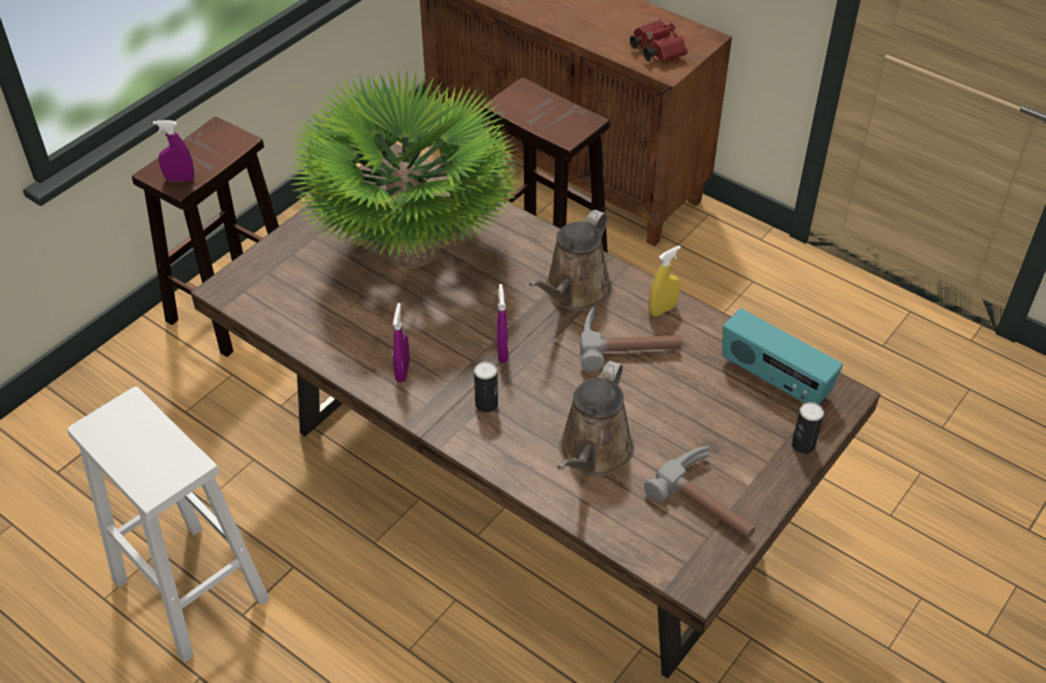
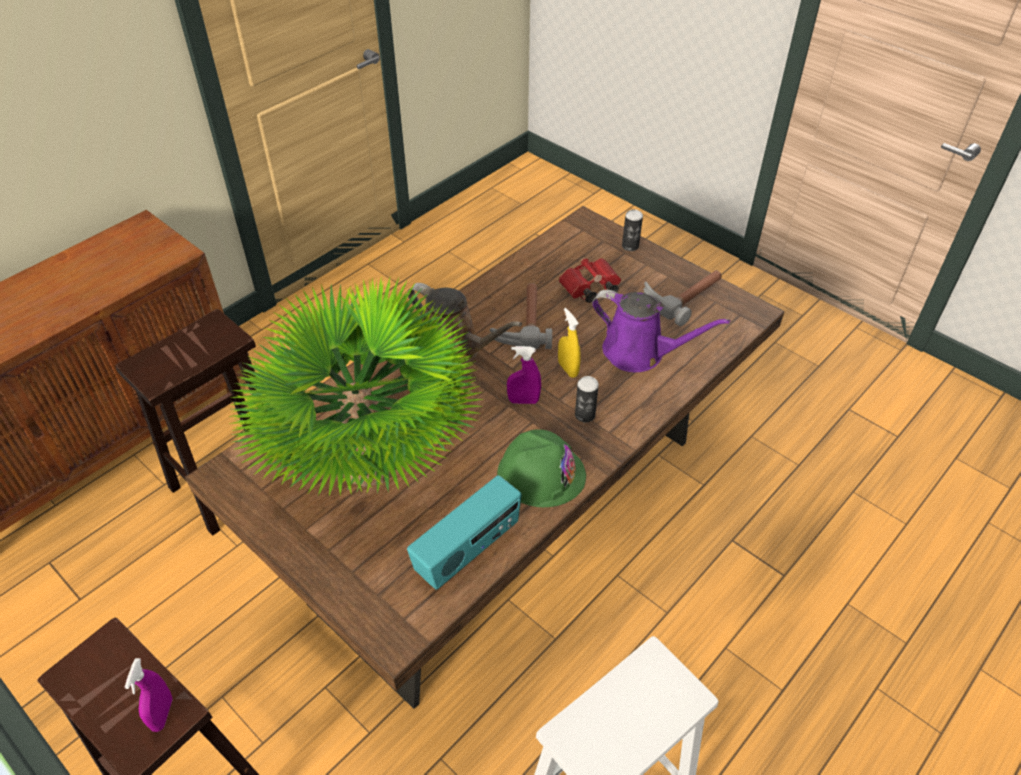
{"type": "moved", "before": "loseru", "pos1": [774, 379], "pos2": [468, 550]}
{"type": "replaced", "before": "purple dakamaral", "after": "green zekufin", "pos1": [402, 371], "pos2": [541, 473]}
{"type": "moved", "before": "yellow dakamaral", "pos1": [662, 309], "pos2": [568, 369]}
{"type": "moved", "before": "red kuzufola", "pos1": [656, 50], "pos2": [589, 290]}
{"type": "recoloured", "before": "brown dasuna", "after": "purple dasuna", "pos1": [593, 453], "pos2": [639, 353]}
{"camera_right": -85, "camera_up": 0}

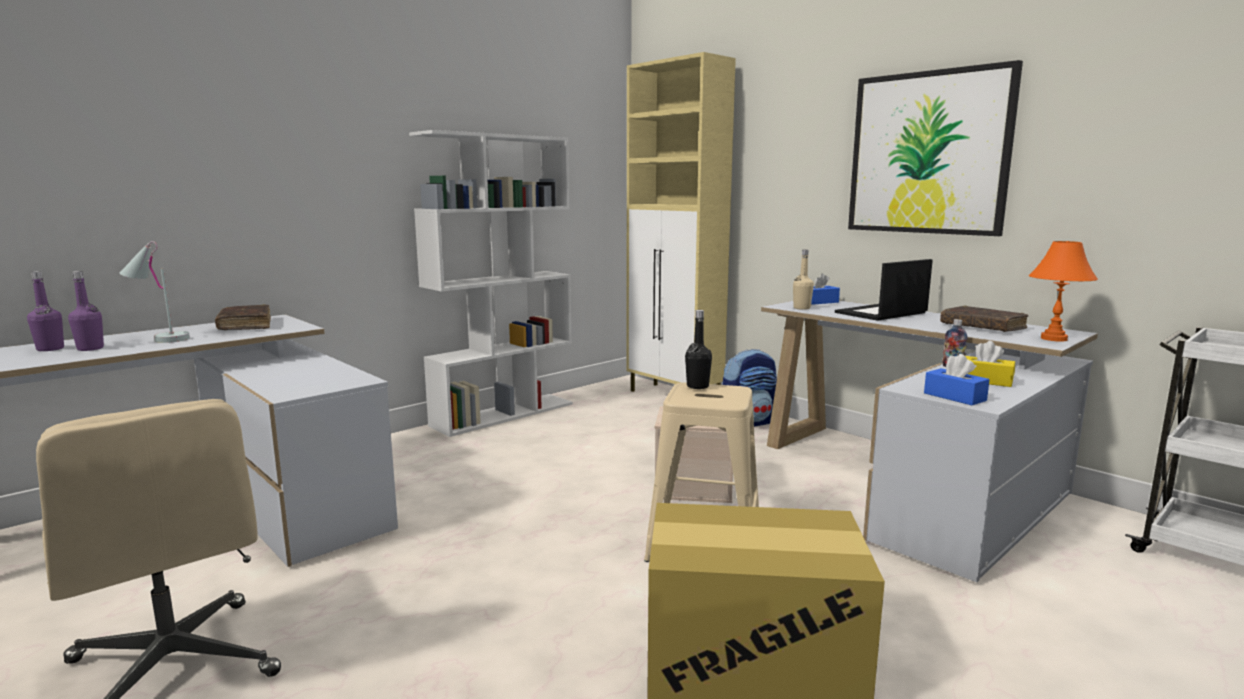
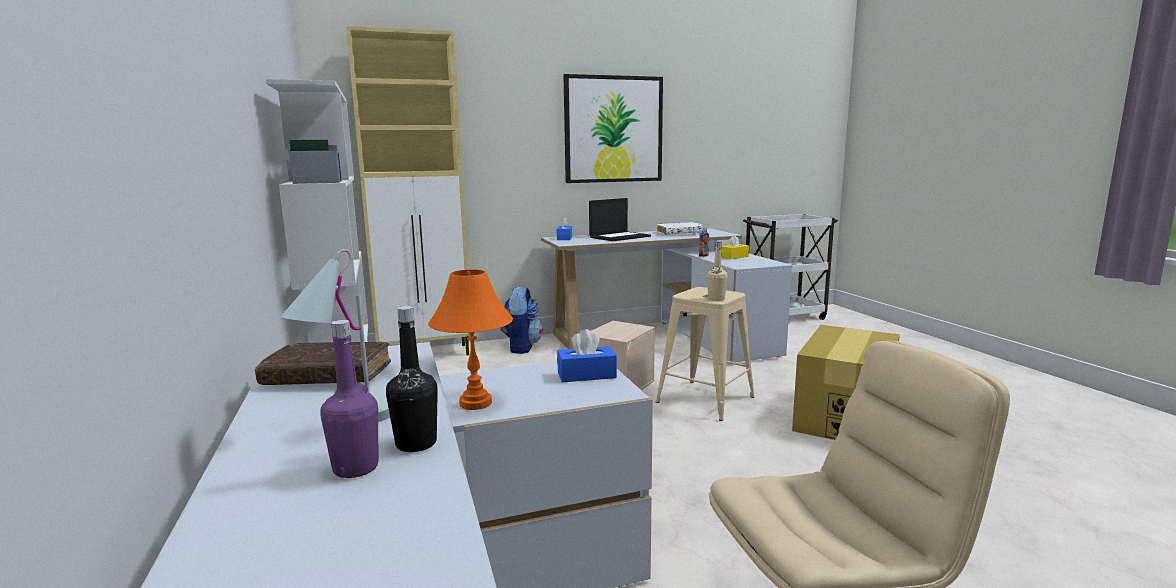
{"type": "moved", "before": "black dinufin", "pos1": [697, 386], "pos2": [416, 444]}
{"type": "moved", "before": "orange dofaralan", "pos1": [1054, 339], "pos2": [476, 403]}
{"type": "moved", "before": "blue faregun", "pos1": [954, 397], "pos2": [586, 375]}
{"type": "turned", "before": "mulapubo", "pos1": [881, 313], "pos2": [620, 237], "turn": -120}
{"type": "recoloured", "before": "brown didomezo", "after": "white didomezo", "pos1": [982, 327], "pos2": [679, 233]}
{"type": "moved", "before": "beige dinufin", "pos1": [801, 308], "pos2": [716, 299]}
{"type": "removed", "before": "purple dinufin", "pos1": [50, 349]}
{"camera_right": -65, "camera_up": 0}

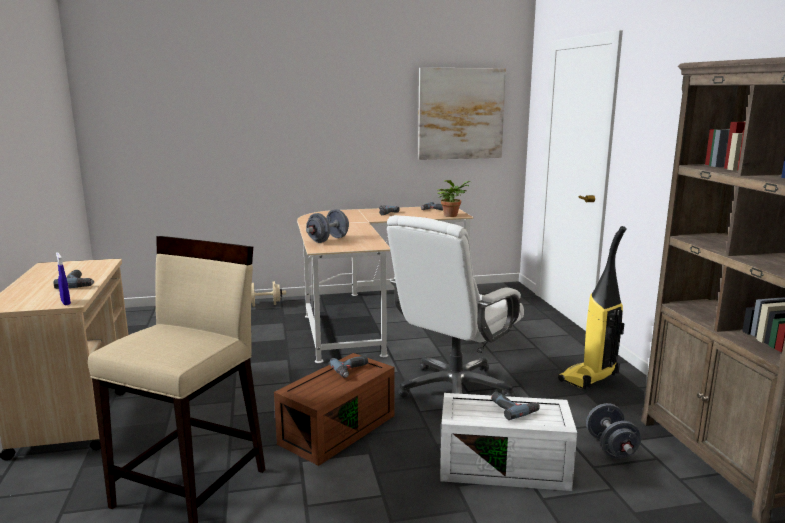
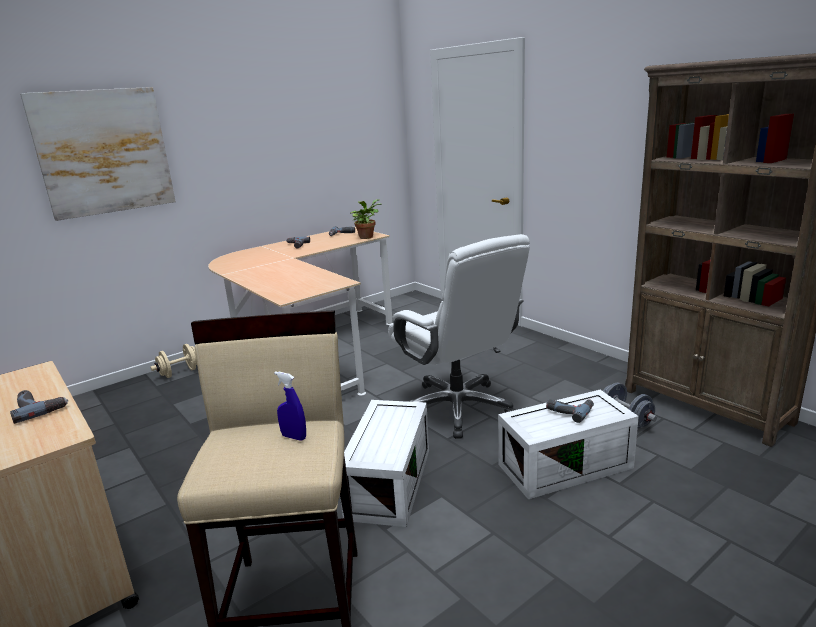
{"type": "moved", "before": "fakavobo", "pos1": [460, 114], "pos2": [104, 152]}
{"type": "moved", "before": "blue dakamaral", "pos1": [66, 303], "pos2": [294, 437]}
{"type": "recoloured", "before": "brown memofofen", "after": "white memofofen", "pos1": [337, 428], "pos2": [388, 481]}
{"type": "turned", "before": "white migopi", "pos1": [454, 389], "pos2": [458, 408], "turn": -45}
{"type": "removed", "before": "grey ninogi", "pos1": [328, 240]}
{"type": "removed", "before": "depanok", "pos1": [352, 370]}
{"type": "removed", "before": "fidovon", "pos1": [589, 378]}
{"camera_right": -25, "camera_up": 5}

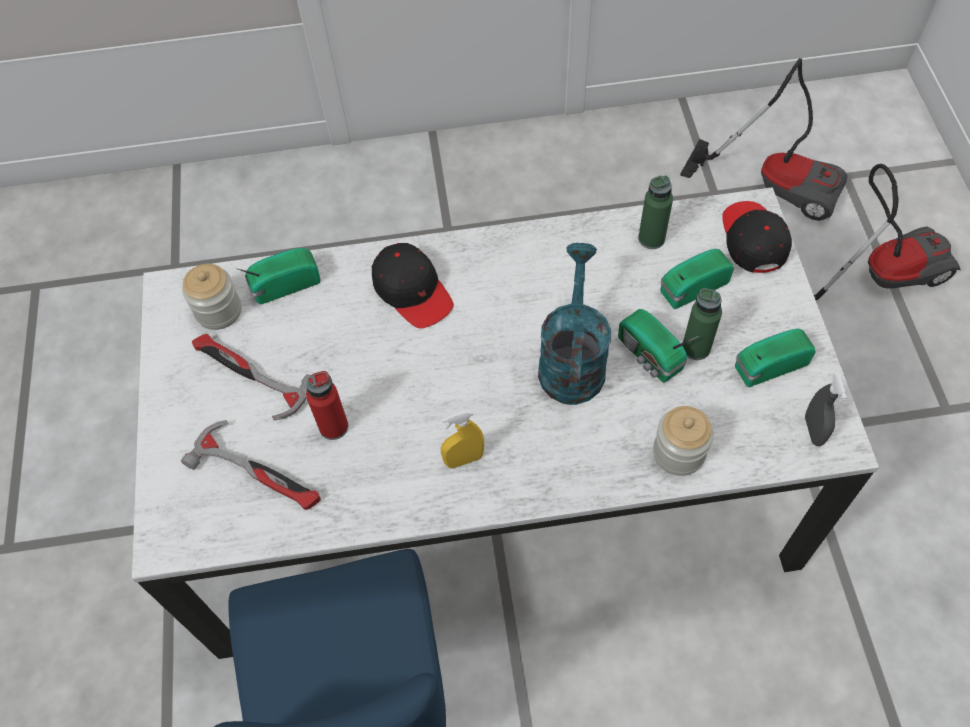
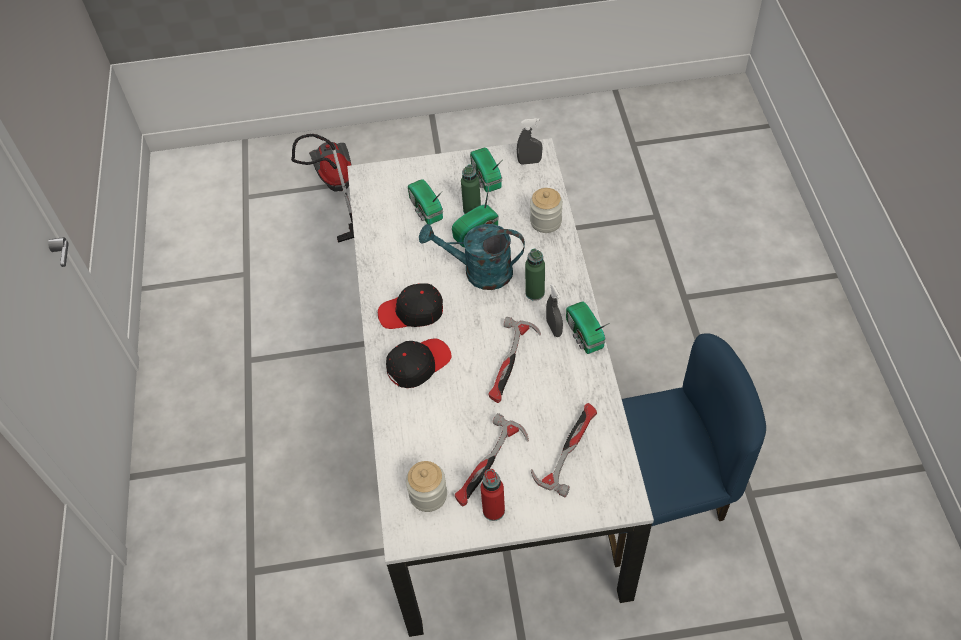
{"type": "moved", "before": "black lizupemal", "pos1": [752, 240], "pos2": [411, 312]}
{"type": "moved", "before": "red dinufin", "pos1": [333, 427], "pos2": [493, 510]}
{"type": "added", "after": "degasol", "pos2": [511, 363]}
{"type": "moved", "before": "green dinufin", "pos1": [651, 239], "pos2": [535, 293]}
{"type": "recoloured", "before": "yellow dakamaral", "after": "grey dakamaral", "pos1": [464, 459], "pos2": [554, 328]}
{"type": "moved", "before": "loseru", "pos1": [283, 284], "pos2": [584, 335]}
{"type": "removed", "before": "fidovon", "pos1": [777, 183]}
{"camera_right": -90, "camera_up": -5}

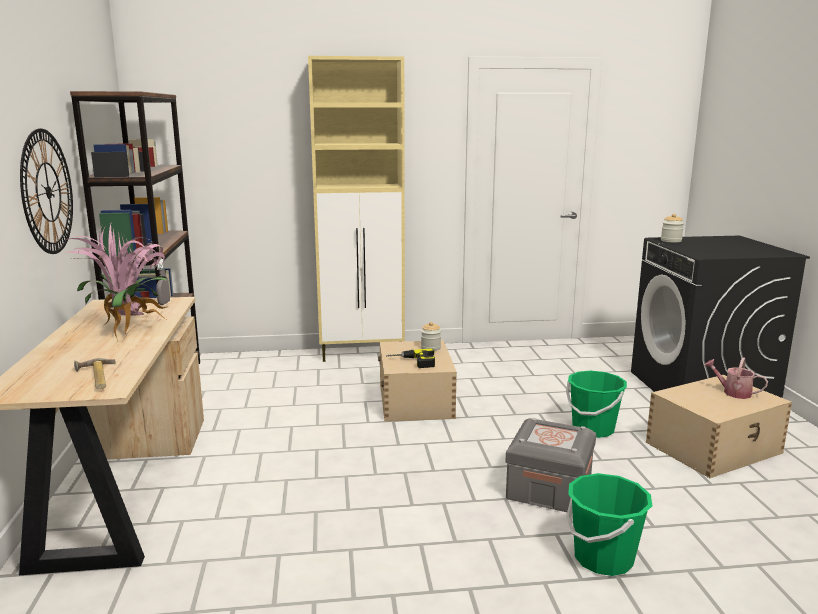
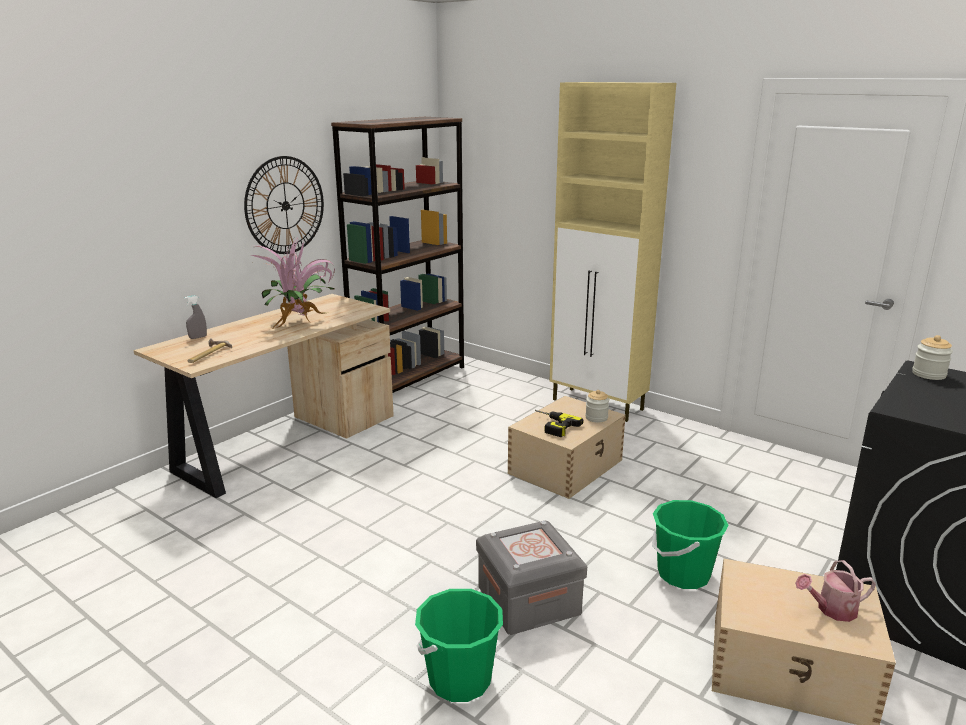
{"type": "moved", "before": "grey dakamaral", "pos1": [164, 303], "pos2": [198, 337]}
{"type": "turned", "before": "dasuna", "pos1": [733, 392], "pos2": [831, 609], "turn": -90}
{"camera_right": 45, "camera_up": 5}

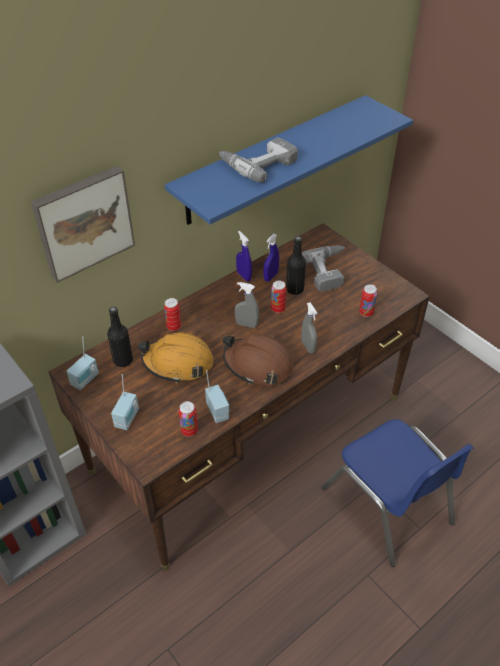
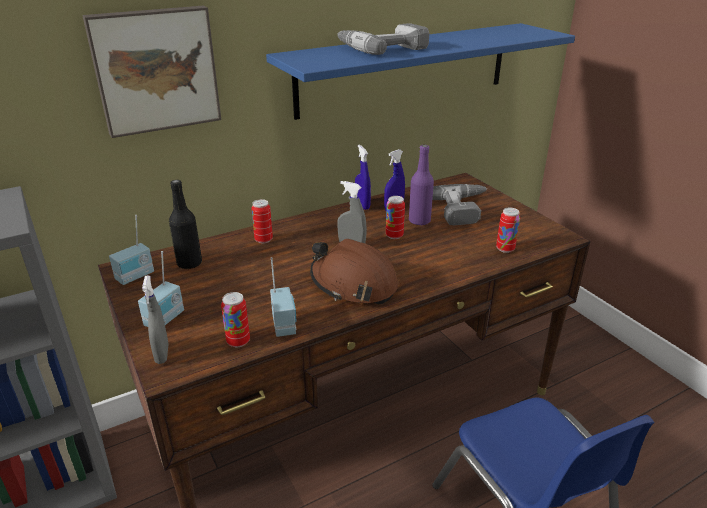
{"type": "moved", "before": "grey dakamaral", "pos1": [308, 347], "pos2": [162, 354]}
{"type": "recoloured", "before": "black dinufin", "after": "purple dinufin", "pos1": [294, 289], "pos2": [419, 221]}
{"type": "removed", "before": "orange zekufin", "pos1": [178, 363]}
{"camera_right": 10, "camera_up": -15}

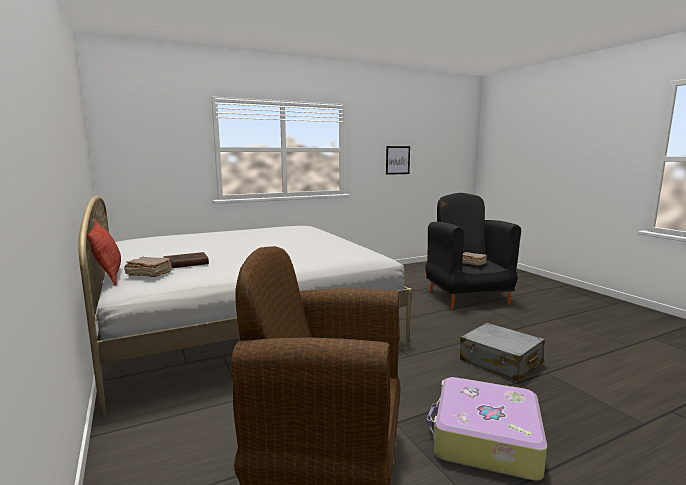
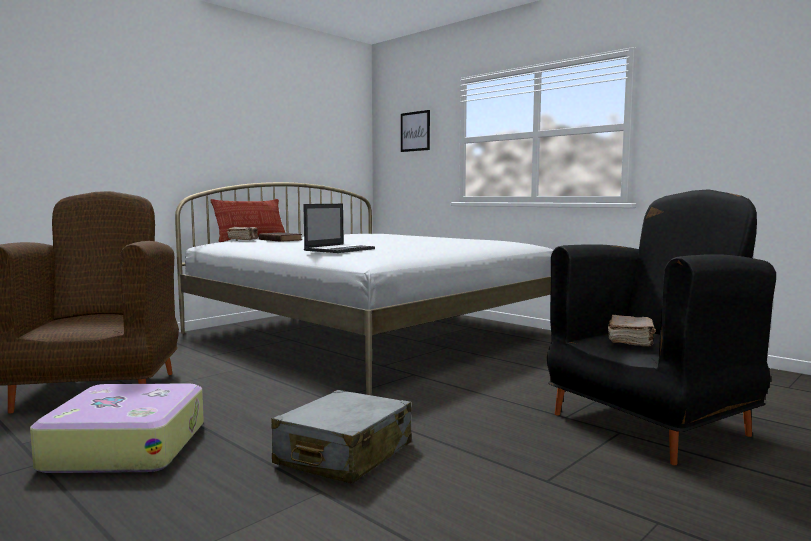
{"type": "added", "after": "mulapubo", "pos2": [340, 249]}
{"type": "moved", "before": "fakavobo", "pos1": [397, 160], "pos2": [415, 131]}
{"camera_right": 70, "camera_up": -5}

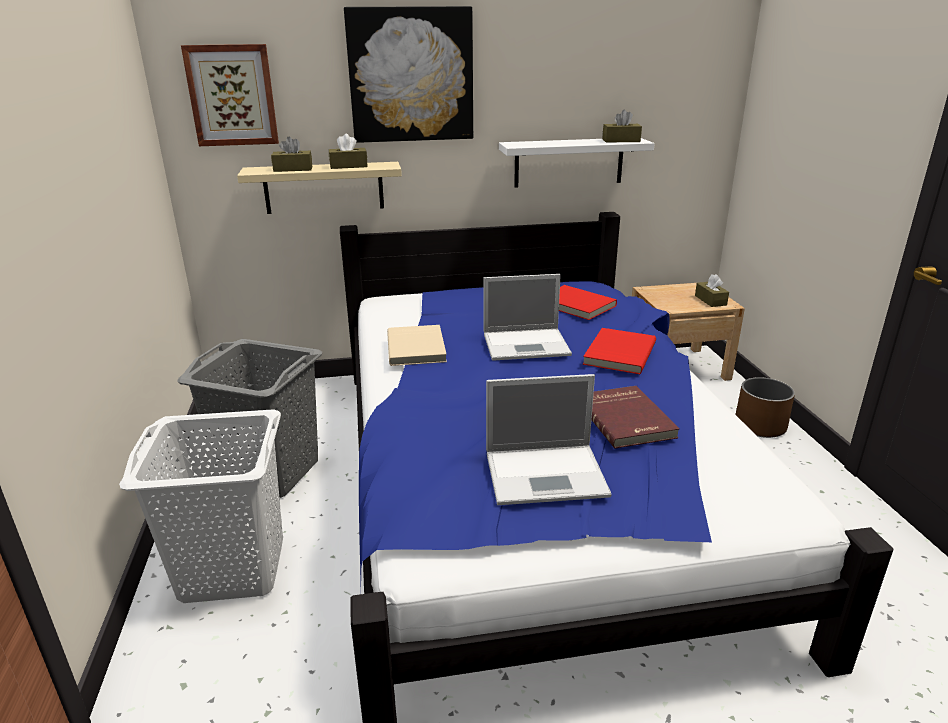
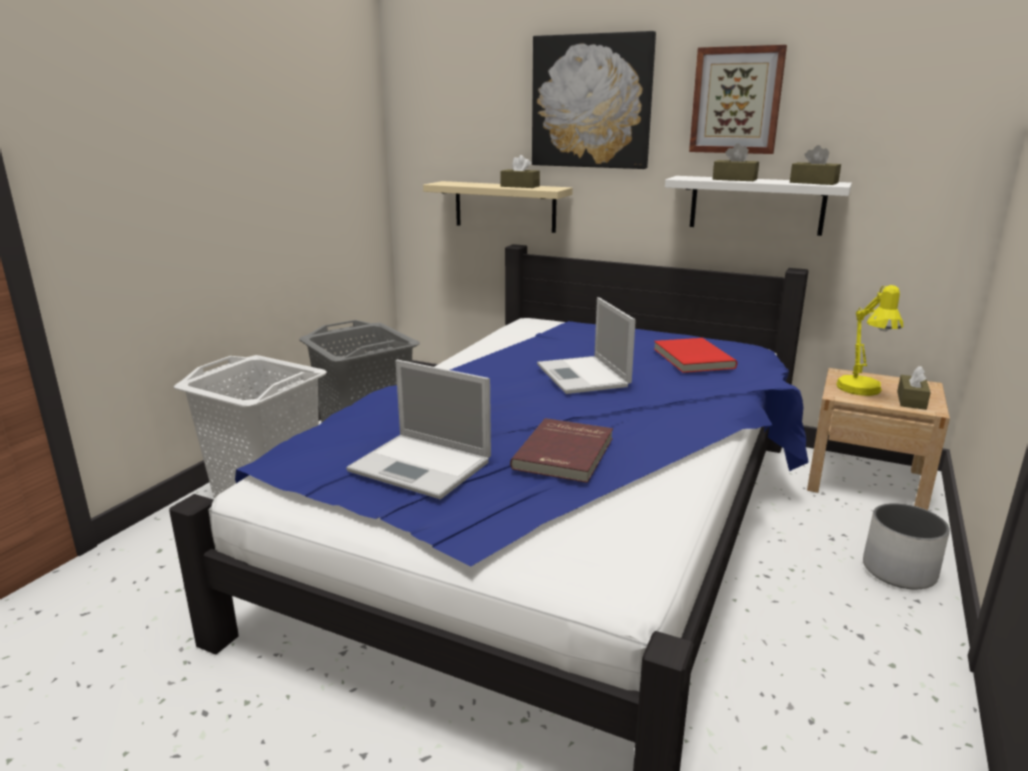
{"type": "turned", "before": "mulapubo", "pos1": [527, 344], "pos2": [583, 376], "turn": 45}
{"type": "moved", "before": "fakavobo", "pos1": [232, 95], "pos2": [736, 100]}
{"type": "moved", "before": "brown faregun", "pos1": [293, 169], "pos2": [734, 179]}
{"type": "added", "after": "yellow dofaralan", "pos2": [862, 391]}
{"type": "recoloured", "before": "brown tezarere", "after": "white tezarere", "pos1": [760, 426], "pos2": [899, 571]}
{"type": "removed", "before": "beige didomezo", "pos1": [417, 348]}
{"type": "removed", "before": "red didomezo", "pos1": [618, 353]}
{"camera_right": 35, "camera_up": -5}

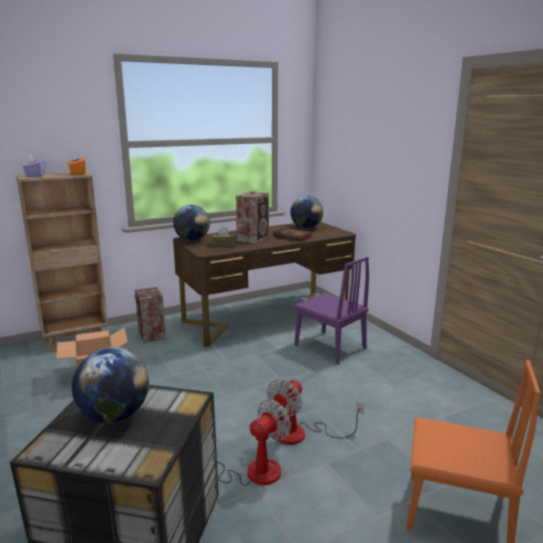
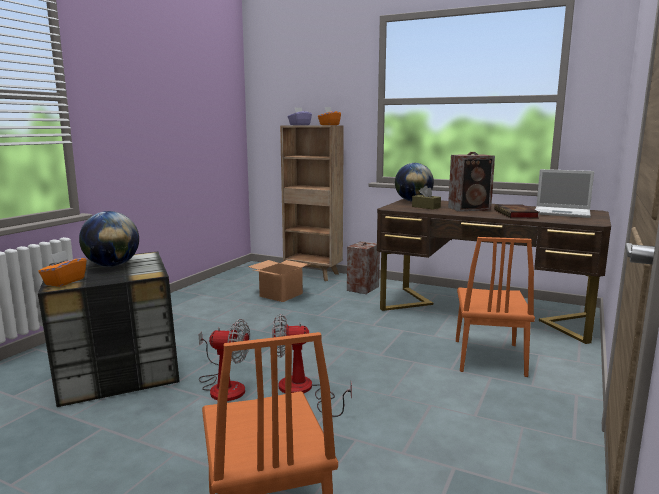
{"type": "added", "after": "orange faregun", "pos2": [64, 282]}
{"type": "recoloured", "before": "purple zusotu", "after": "orange zusotu", "pos1": [329, 347], "pos2": [488, 357]}
{"type": "replaced", "before": "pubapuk", "after": "mulapubo", "pos1": [306, 228], "pos2": [563, 212]}
{"camera_right": 55, "camera_up": -5}

